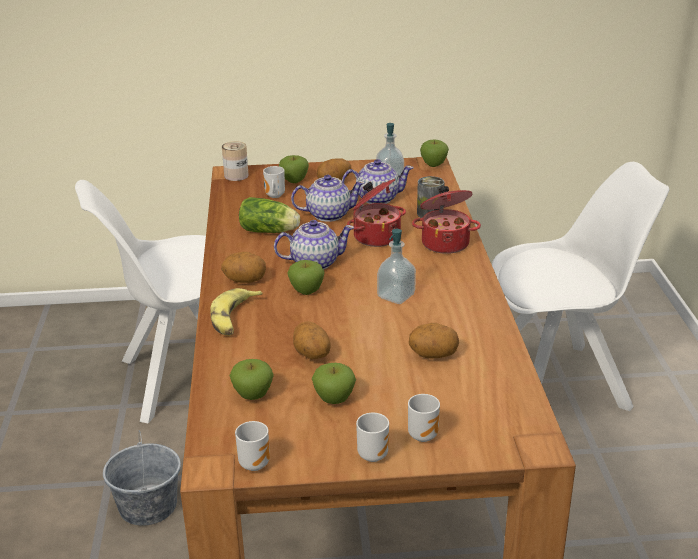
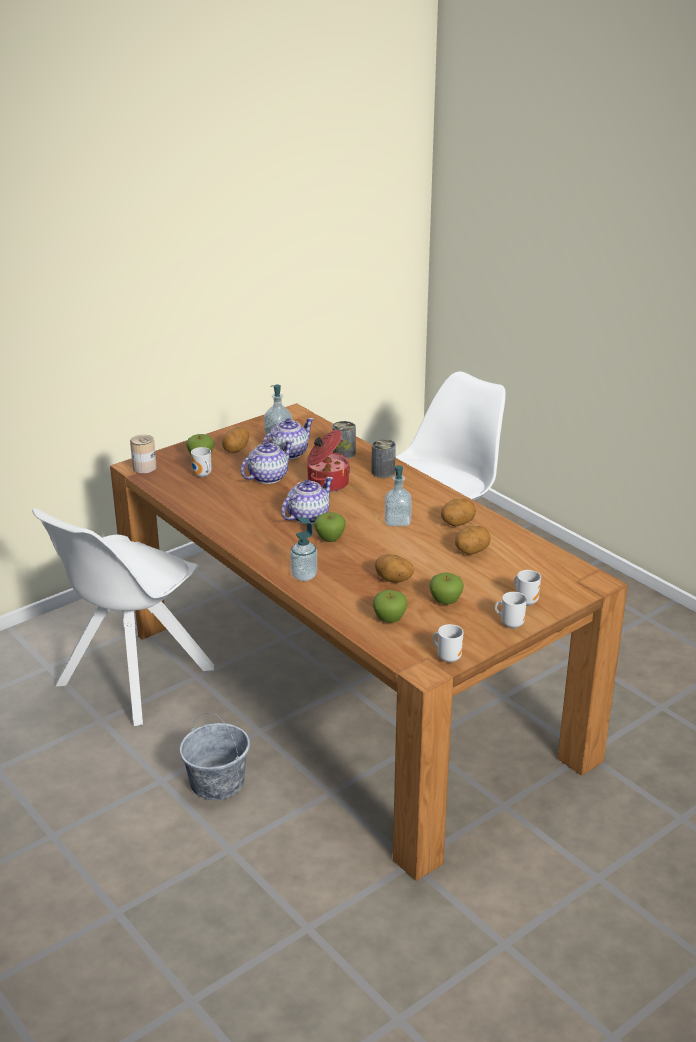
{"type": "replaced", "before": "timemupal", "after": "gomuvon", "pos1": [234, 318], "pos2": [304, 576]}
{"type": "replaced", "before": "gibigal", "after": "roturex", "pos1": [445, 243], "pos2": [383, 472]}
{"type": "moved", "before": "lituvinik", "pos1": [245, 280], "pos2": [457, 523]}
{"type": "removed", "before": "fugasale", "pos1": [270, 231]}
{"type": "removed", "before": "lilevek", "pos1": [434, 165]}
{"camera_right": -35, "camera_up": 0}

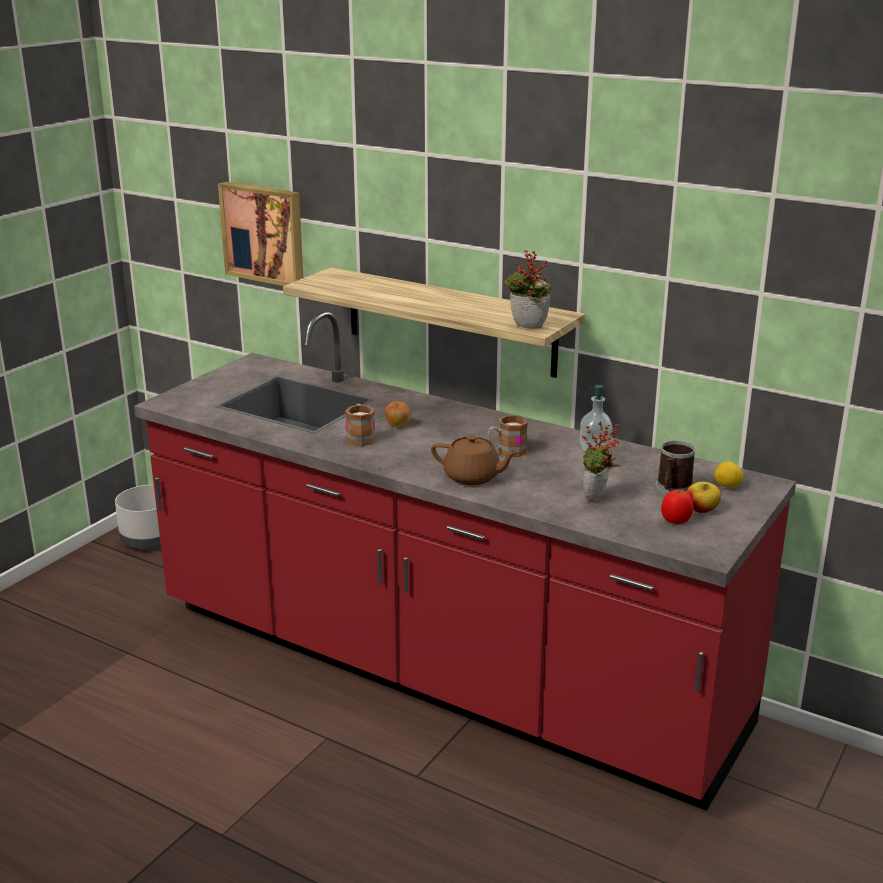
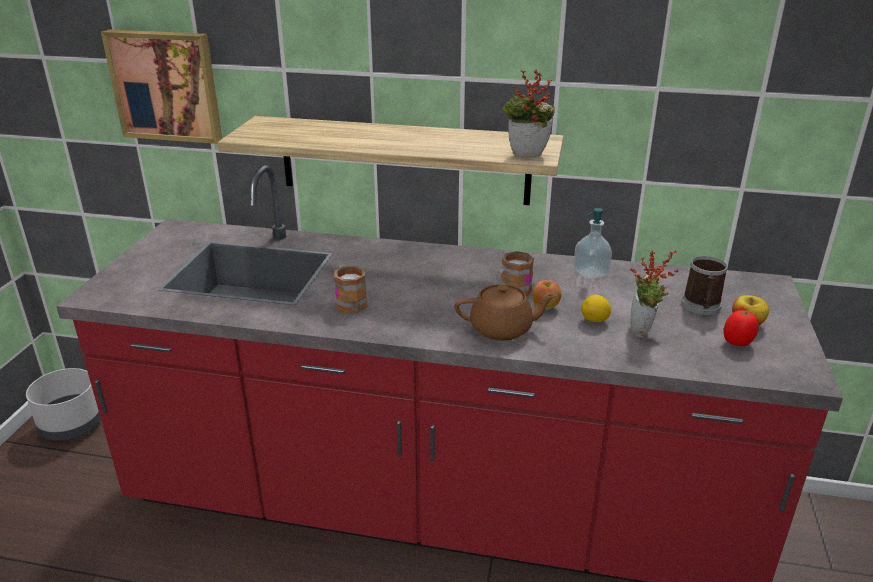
{"type": "moved", "before": "lilevek", "pos1": [398, 425], "pos2": [545, 307]}
{"type": "moved", "before": "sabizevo", "pos1": [727, 486], "pos2": [595, 320]}
{"camera_right": -20, "camera_up": 5}

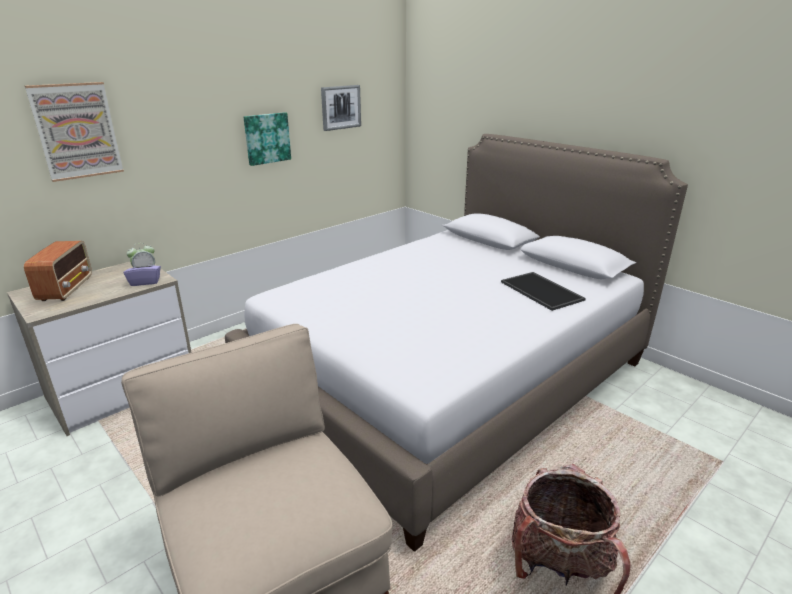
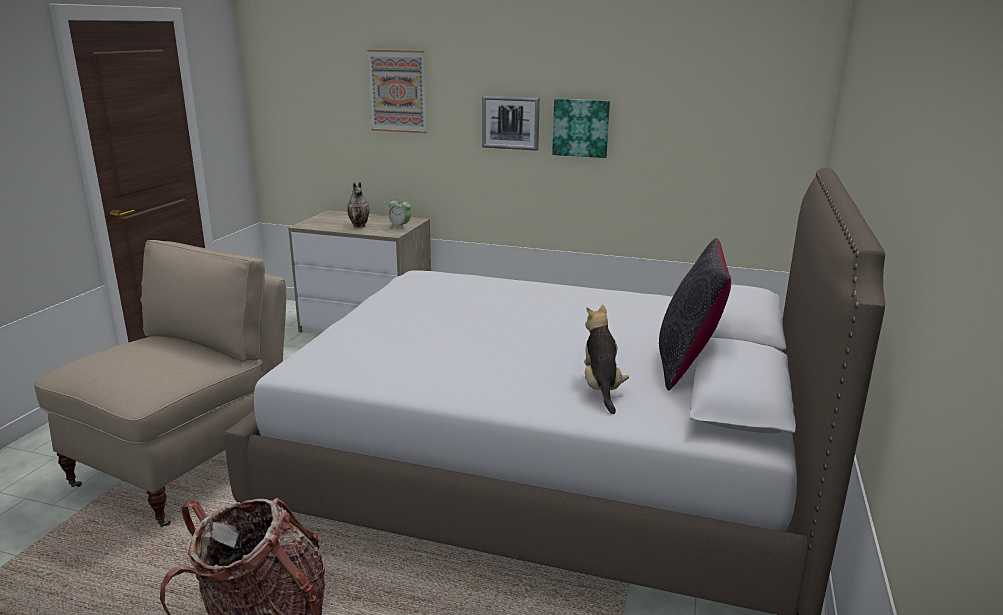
{"type": "added", "after": "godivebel", "pos2": [360, 226]}
{"type": "moved", "before": "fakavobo", "pos1": [340, 107], "pos2": [510, 122]}
{"type": "replaced", "before": "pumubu", "after": "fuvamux", "pos1": [543, 291], "pos2": [601, 388]}
{"type": "added", "after": "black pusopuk", "pos2": [687, 363]}
{"type": "removed", "before": "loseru", "pos1": [66, 288]}
{"type": "removed", "before": "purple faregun", "pos1": [145, 282]}
{"camera_right": 60, "camera_up": -5}

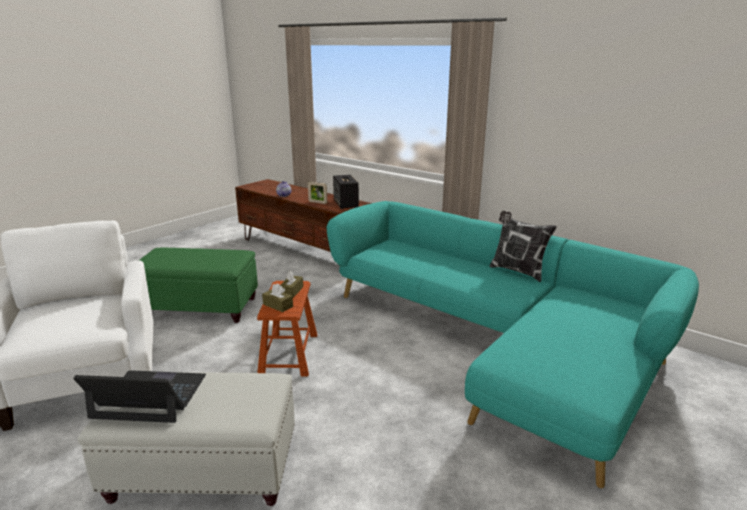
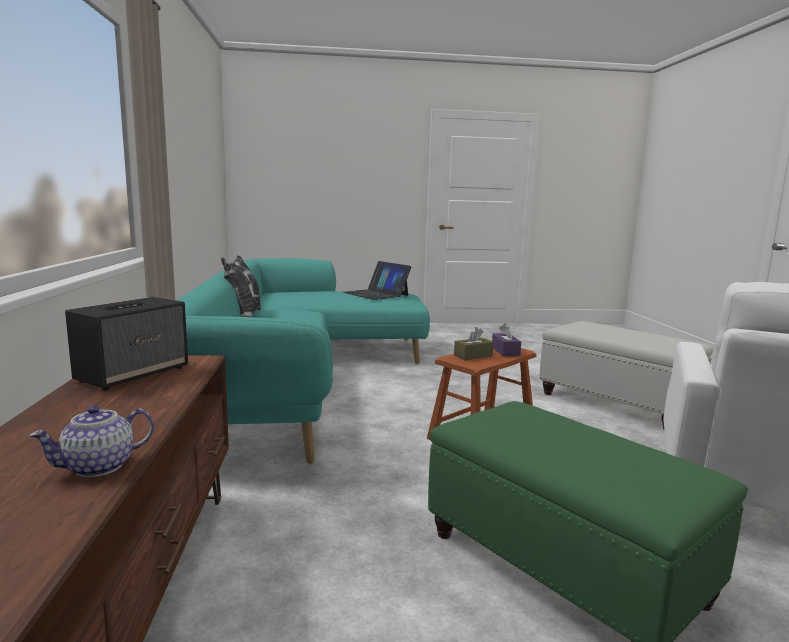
{"type": "moved", "before": "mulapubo", "pos1": [149, 396], "pos2": [376, 294]}
{"type": "recoloured", "before": "brown faregun", "after": "purple faregun", "pos1": [278, 305], "pos2": [505, 351]}
{"type": "removed", "before": "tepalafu", "pos1": [318, 202]}
{"camera_right": -135, "camera_up": -10}

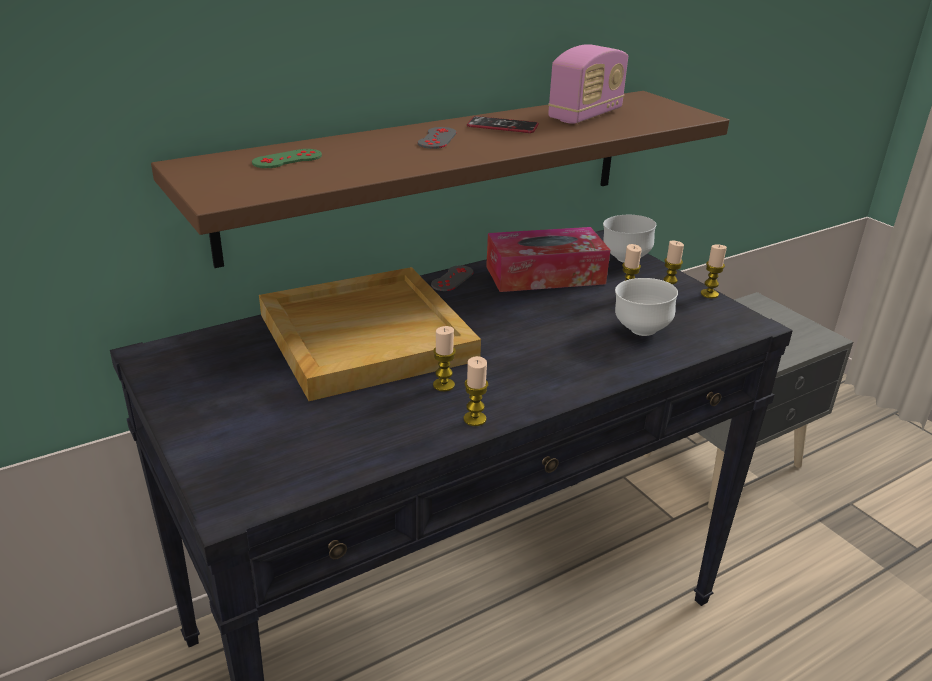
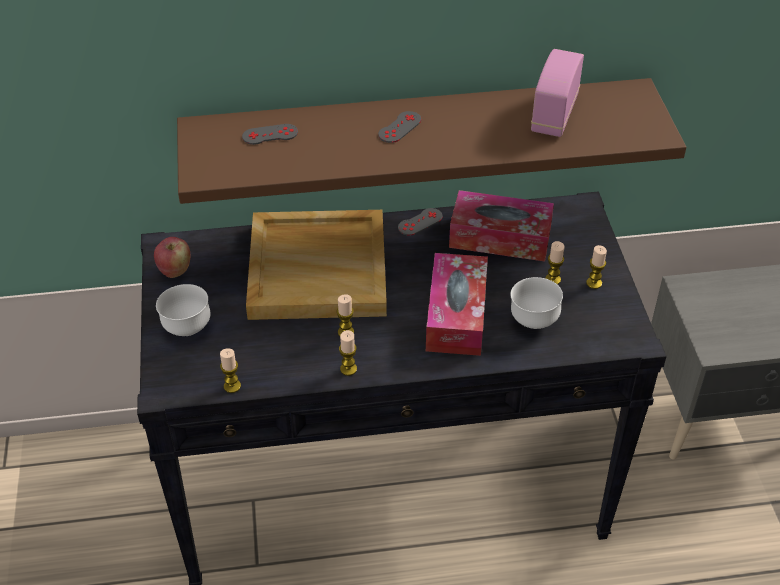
{"type": "added", "after": "lilevek", "pos2": [175, 270]}
{"type": "moved", "before": "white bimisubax", "pos1": [624, 259], "pos2": [187, 328]}
{"type": "moved", "before": "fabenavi", "pos1": [709, 294], "pos2": [232, 386]}
{"type": "recoloured", "before": "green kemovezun", "after": "grey kemovezun", "pos1": [287, 159], "pos2": [270, 134]}
{"type": "added", "after": "faregun", "pos2": [456, 315]}
{"type": "turned", "before": "loseru", "pos1": [585, 115], "pos2": [554, 114], "turn": 135}
{"type": "removed", "before": "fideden", "pos1": [502, 126]}
{"camera_right": 25, "camera_up": 15}

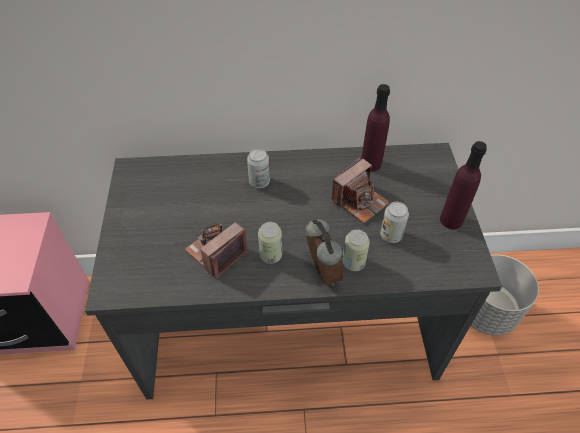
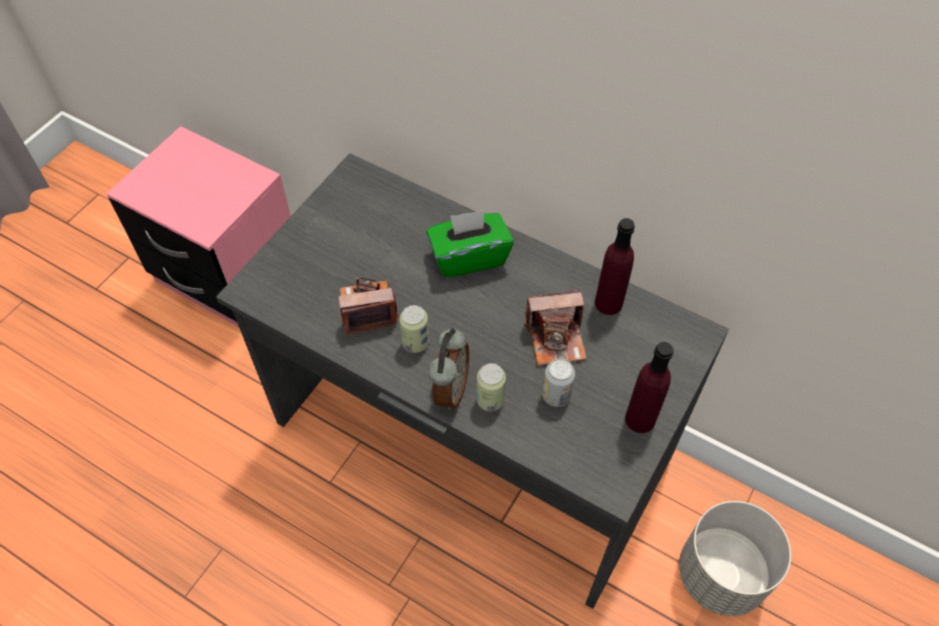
{"type": "replaced", "before": "roturex", "after": "green faregun", "pos1": [259, 182], "pos2": [469, 257]}
{"camera_right": 35, "camera_up": 5}

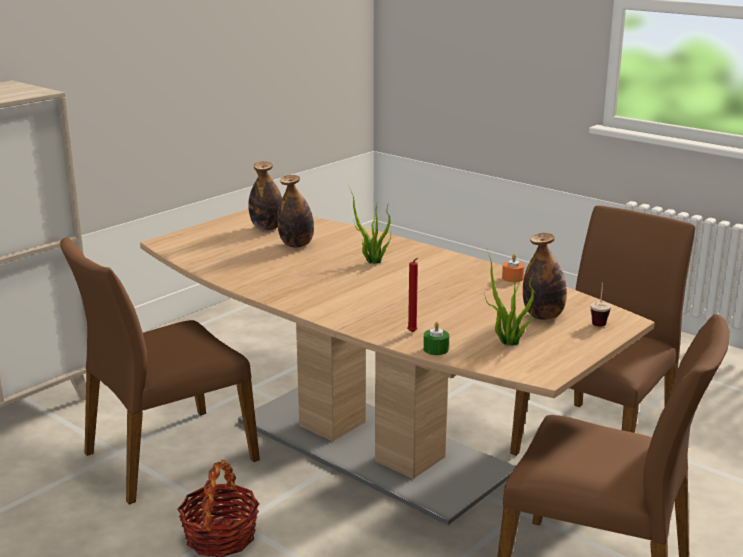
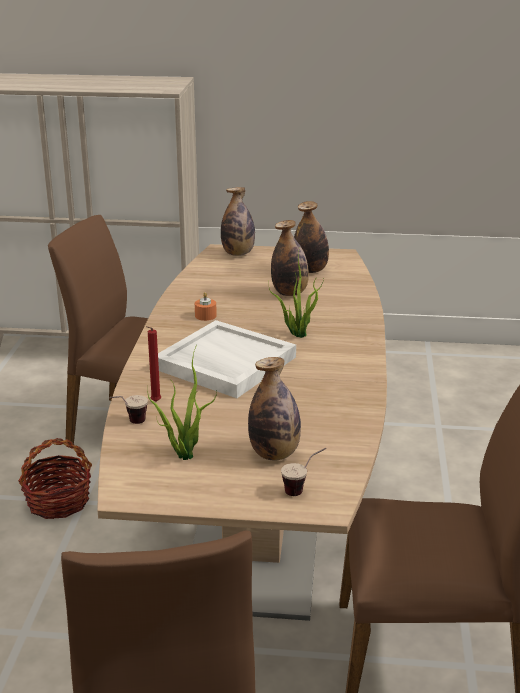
{"type": "replaced", "before": "green fabenavi", "after": "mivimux", "pos1": [436, 349], "pos2": [129, 423]}
{"type": "added", "after": "white pumubu", "pos2": [224, 363]}
{"type": "moved", "before": "orange fabenavi", "pos1": [512, 278], "pos2": [205, 316]}
{"type": "added", "after": "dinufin", "pos2": [238, 254]}
{"camera_right": 55, "camera_up": 5}

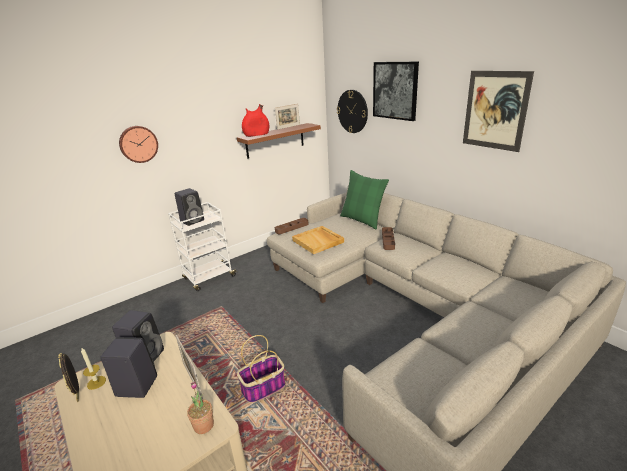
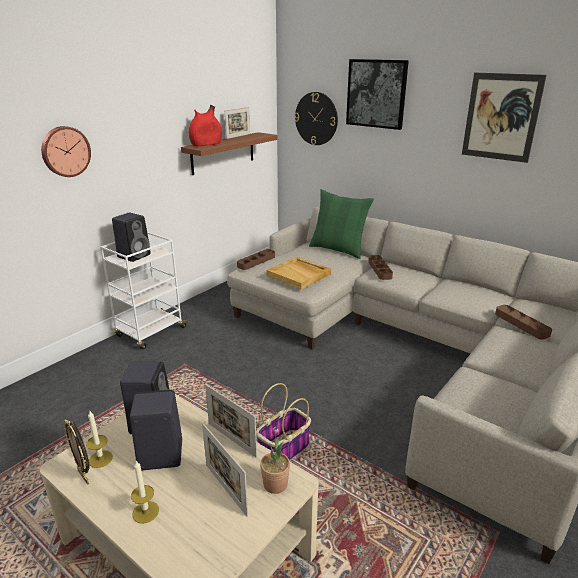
{"type": "added", "after": "fabenavi", "pos2": [145, 512]}
{"type": "added", "after": "tepalafu", "pos2": [226, 489]}
{"type": "added", "after": "brown pumubu", "pos2": [521, 324]}
{"camera_right": -15, "camera_up": 0}

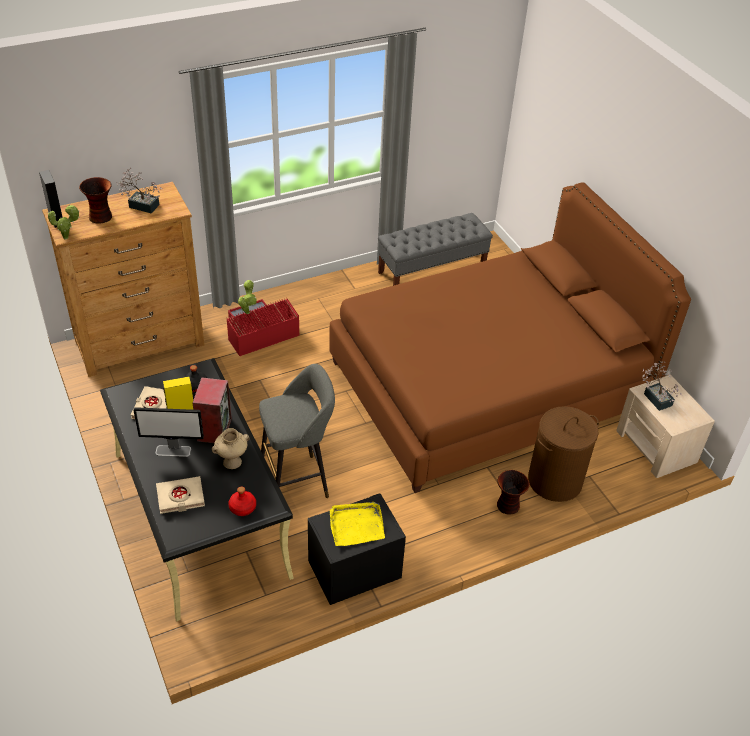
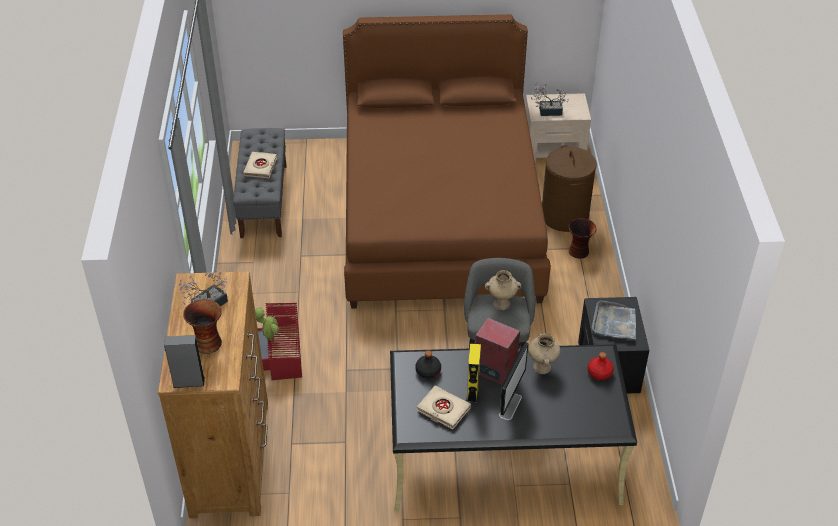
{"type": "moved", "before": "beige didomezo", "pos1": [180, 497], "pos2": [261, 167]}
{"type": "added", "after": "beige godivebel", "pos2": [502, 303]}
{"type": "recoloured", "before": "yellow pumubu", "after": "grey pumubu", "pos1": [356, 525], "pos2": [614, 323]}
{"type": "removed", "before": "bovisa", "pos1": [67, 237]}
{"camera_right": -65, "camera_up": 0}

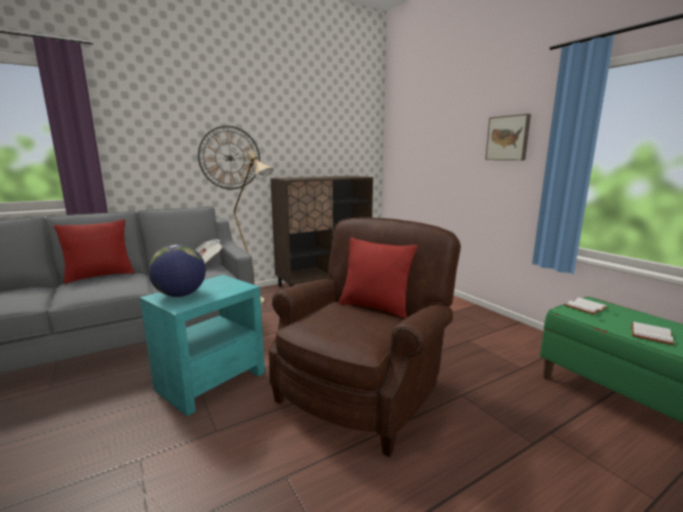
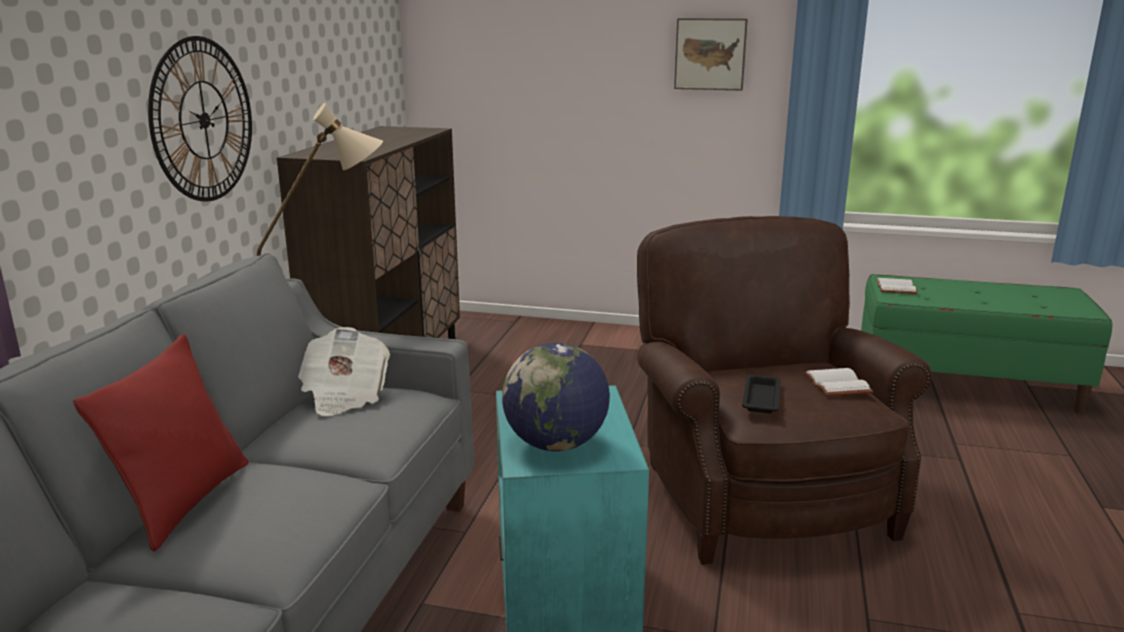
{"type": "added", "after": "black pumubu", "pos2": [761, 398]}
{"type": "moved", "before": "white didomezo", "pos1": [649, 334], "pos2": [834, 384]}
{"type": "removed", "before": "red pusopuk", "pos1": [375, 307]}
{"camera_right": -45, "camera_up": 5}

